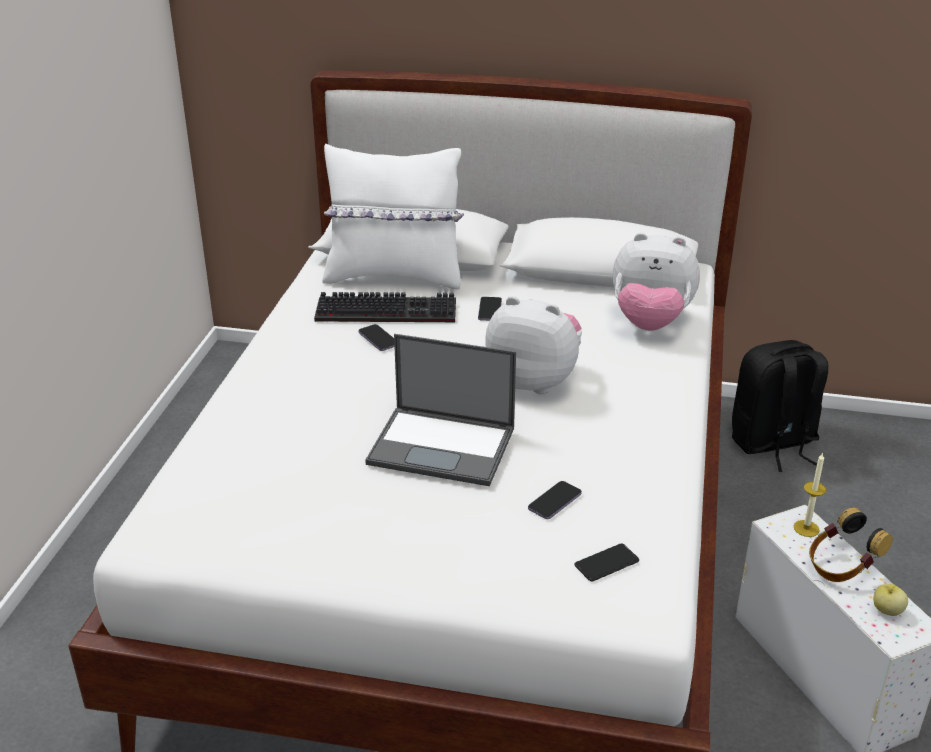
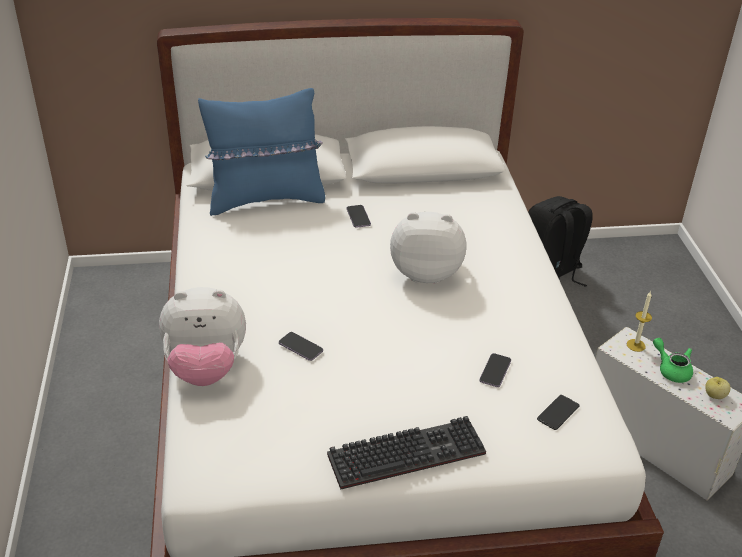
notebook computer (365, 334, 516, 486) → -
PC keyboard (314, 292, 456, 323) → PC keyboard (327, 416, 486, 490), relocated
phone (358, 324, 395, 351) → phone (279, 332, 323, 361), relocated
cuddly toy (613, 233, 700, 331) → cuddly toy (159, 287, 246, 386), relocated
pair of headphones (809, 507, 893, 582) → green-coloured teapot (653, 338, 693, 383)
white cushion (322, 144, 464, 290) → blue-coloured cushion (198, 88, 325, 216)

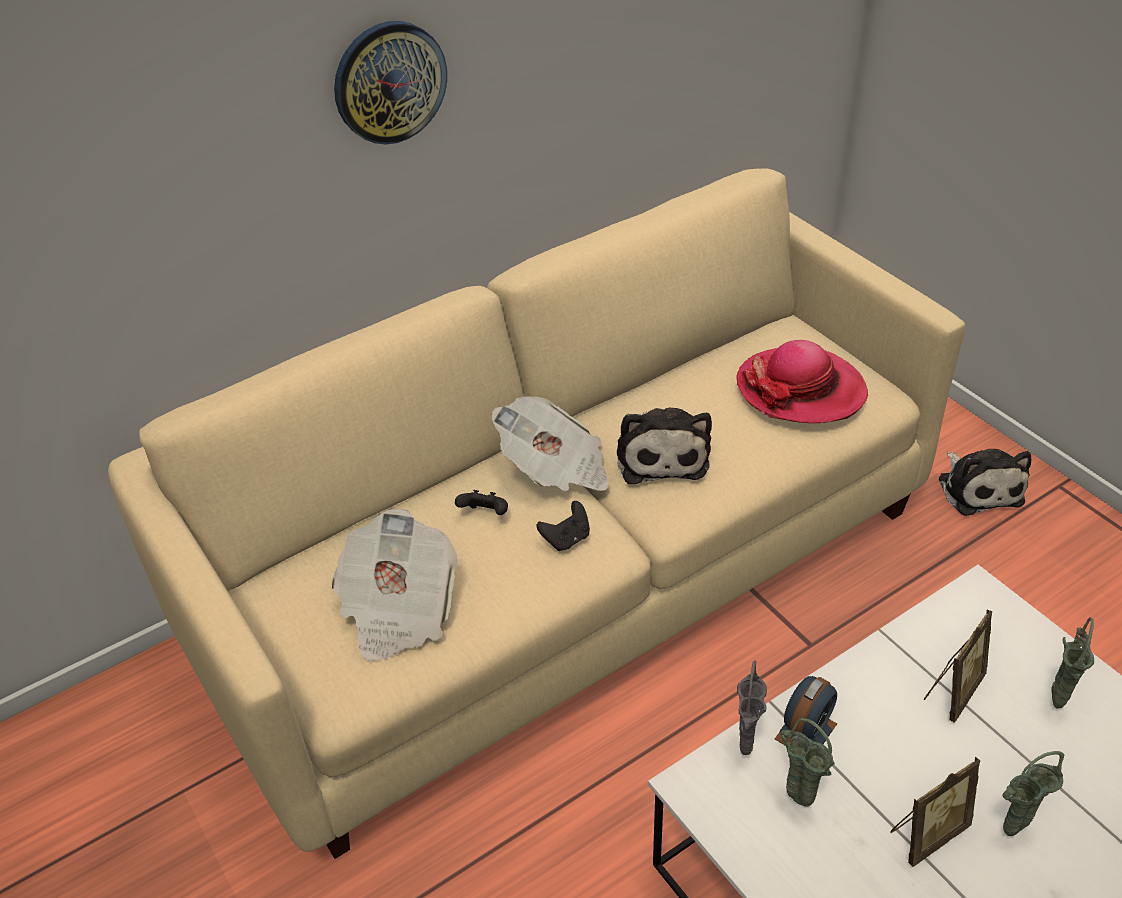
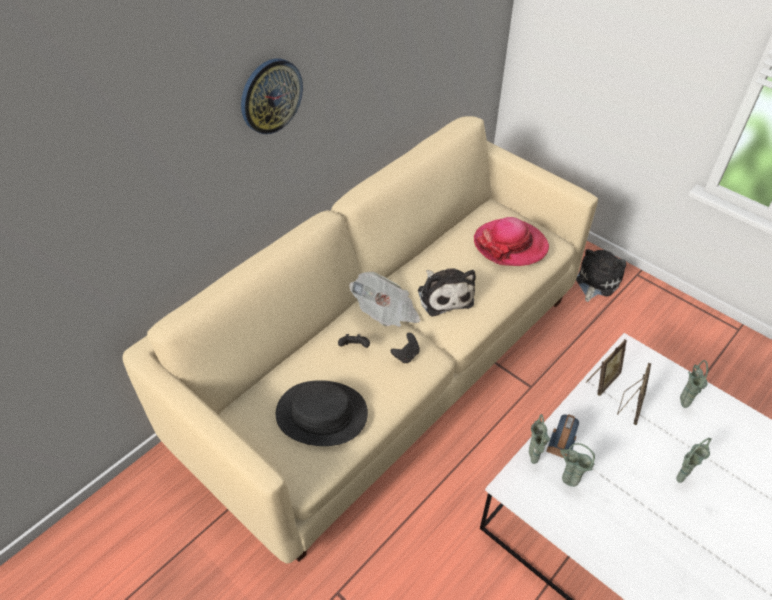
photo frame (890, 757, 980, 867) → photo frame (586, 339, 627, 396), relocated
daily paper (331, 509, 458, 661) → blackish wearable hat (276, 380, 368, 446)
grey flower vase (737, 660, 767, 755) → green-coloured flower vase (529, 414, 550, 464)
cuddly toy (938, 449, 1031, 516) → cuddly toy (576, 249, 626, 302), 120 degrees counterclockwise

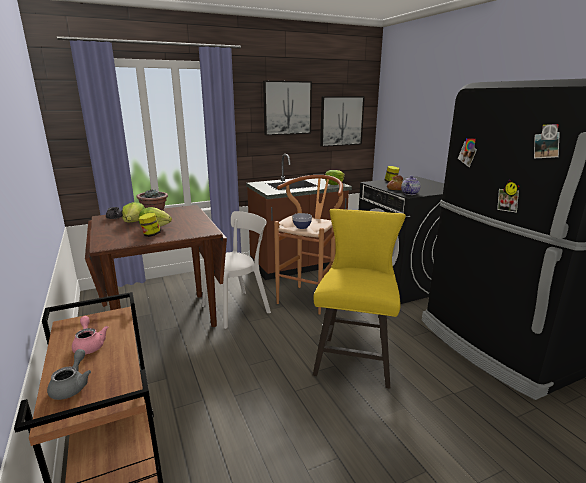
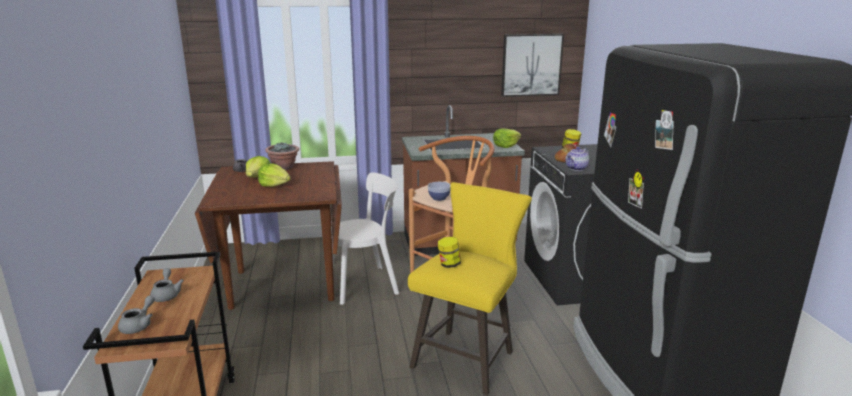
wall art (263, 81, 312, 136) → -
jar (139, 213, 161, 237) → jar (438, 237, 461, 268), relocated
pink teapot (72, 316, 108, 354) → grey teapot (150, 268, 184, 302)

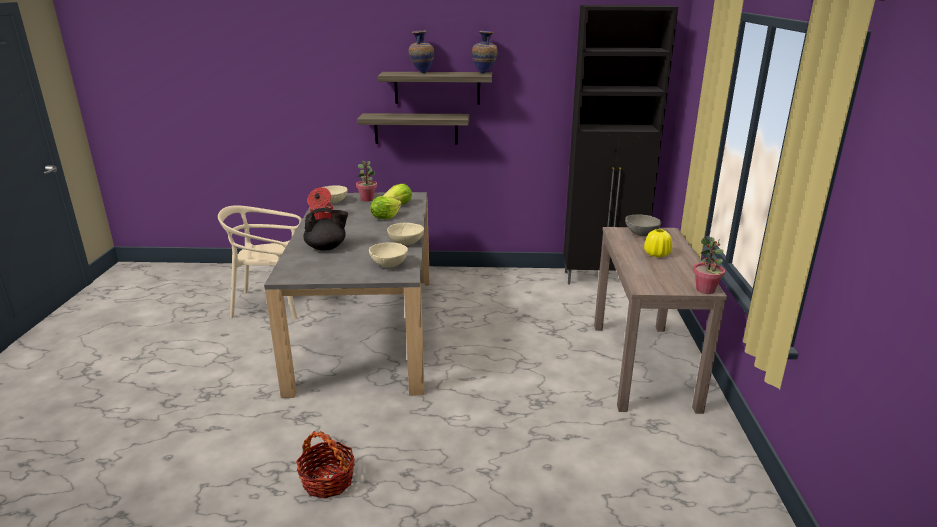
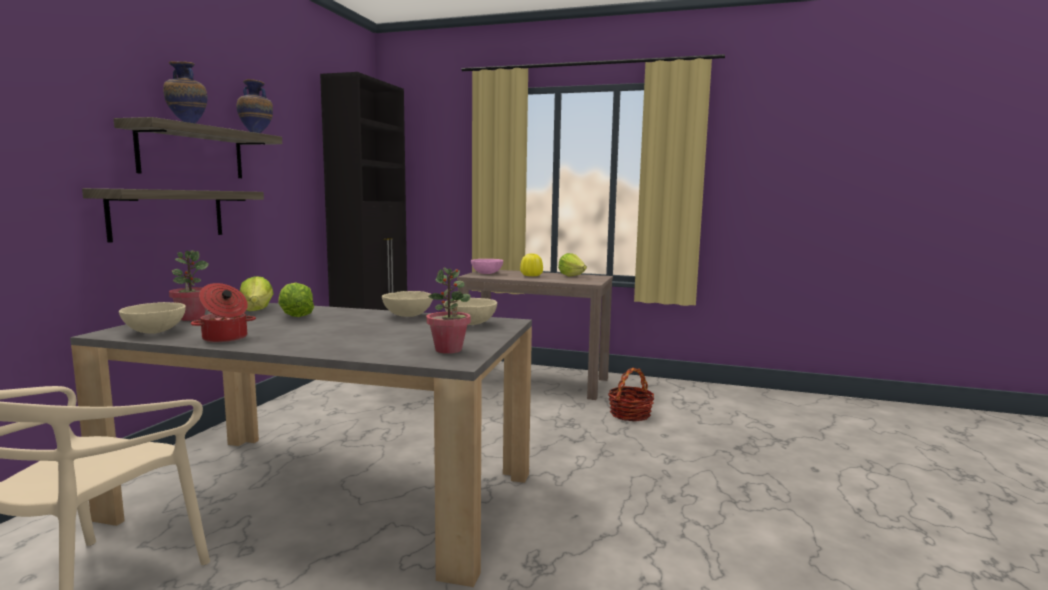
blackish teapot (303, 208, 348, 251) → -
- → lettuce (558, 253, 587, 276)
household basket (296, 431, 355, 499) → household basket (608, 368, 655, 421), relocated
houseplant (693, 237, 725, 294) → houseplant (426, 267, 471, 354), relocated
grey serving bowl (625, 214, 661, 236) → pink serving bowl (471, 259, 503, 274)

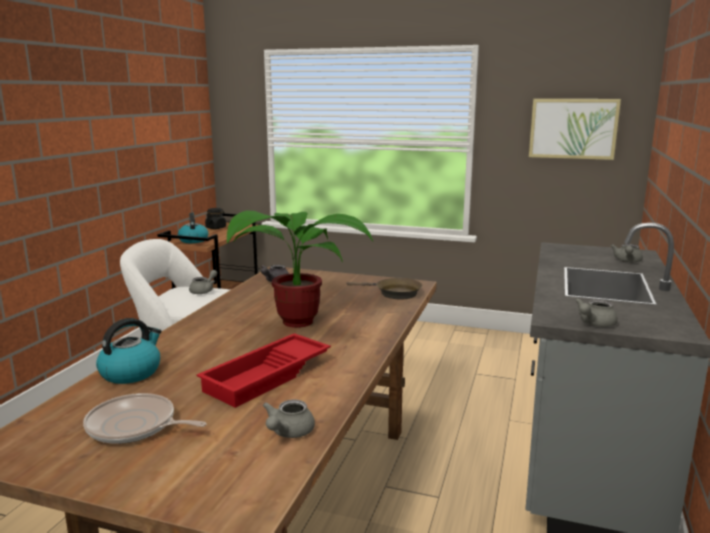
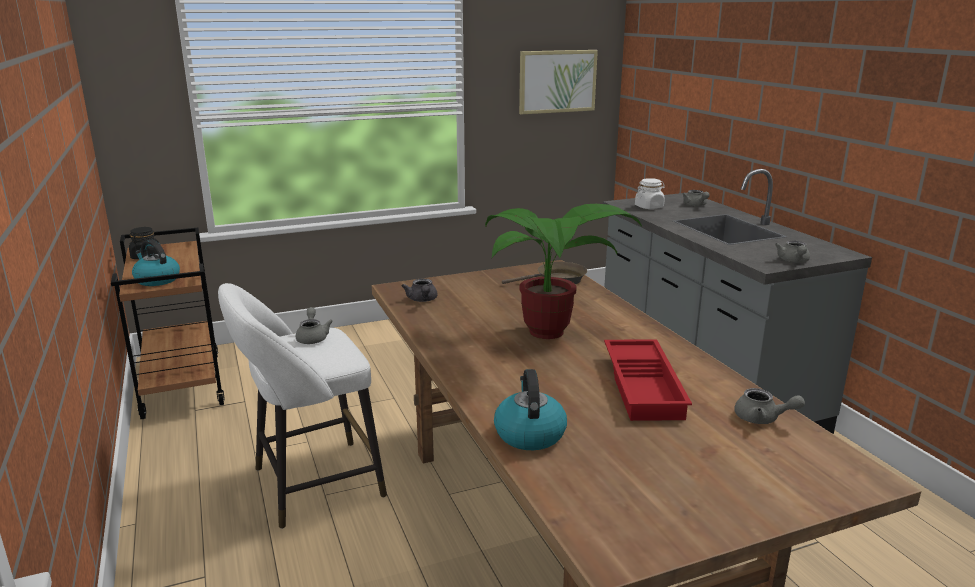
frying pan (83, 393, 207, 444) → -
- → white jar (635, 178, 665, 209)
grey teapot (262, 399, 315, 438) → grey teapot (734, 388, 805, 424), 45 degrees counterclockwise

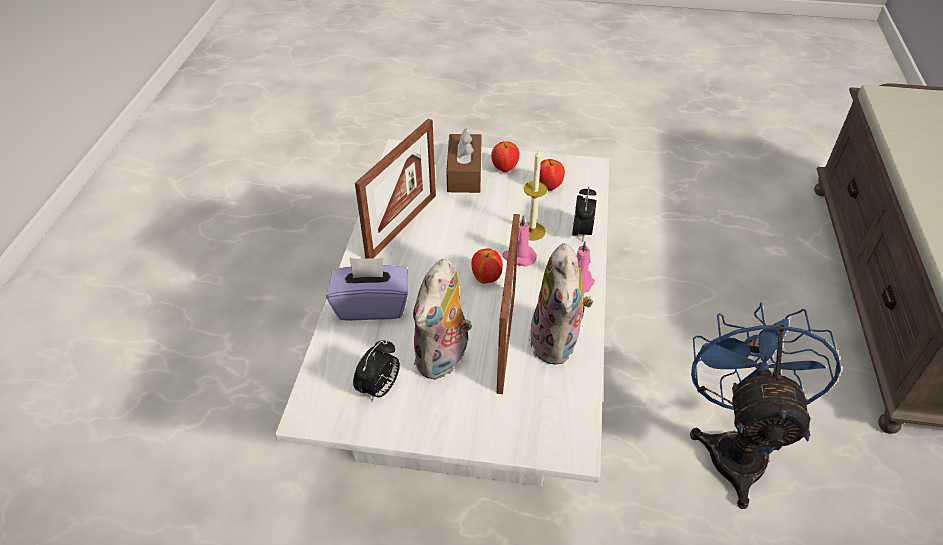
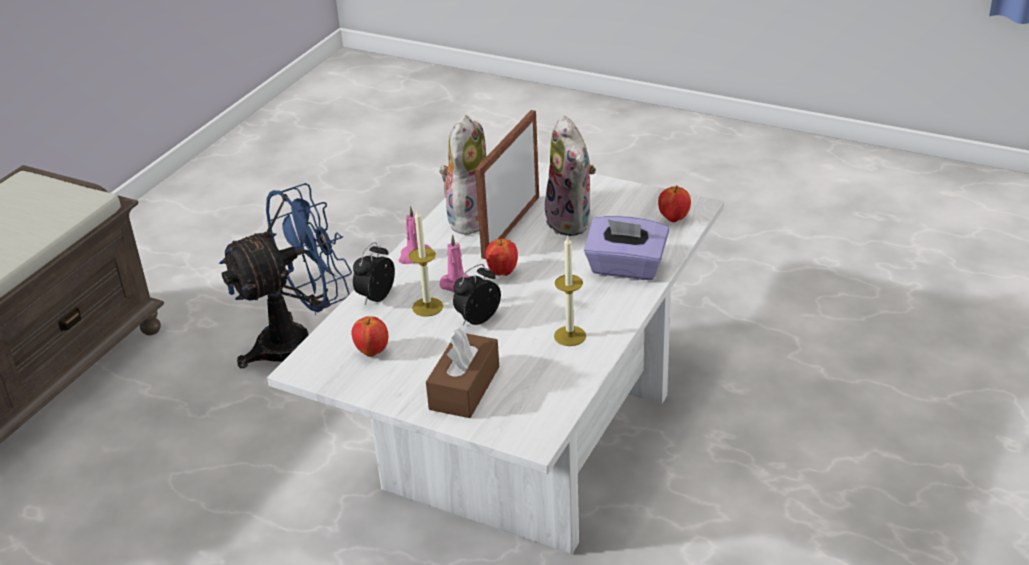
table clock (353, 340, 400, 402) → table clock (453, 264, 501, 325), relocated
apple (491, 141, 520, 173) → apple (658, 185, 691, 222), relocated
photo frame (355, 119, 436, 259) → wax candle (554, 236, 586, 346)
cuddly toy (413, 259, 472, 380) → cuddly toy (544, 115, 596, 236), 120 degrees clockwise
blue-coloured electric fan (690, 303, 841, 509) → blue-coloured electric fan (219, 183, 352, 368), 150 degrees counterclockwise

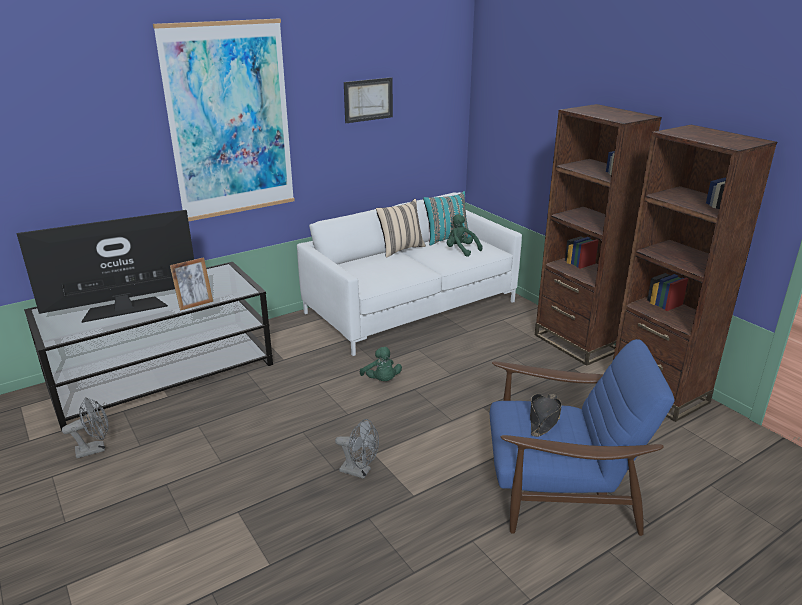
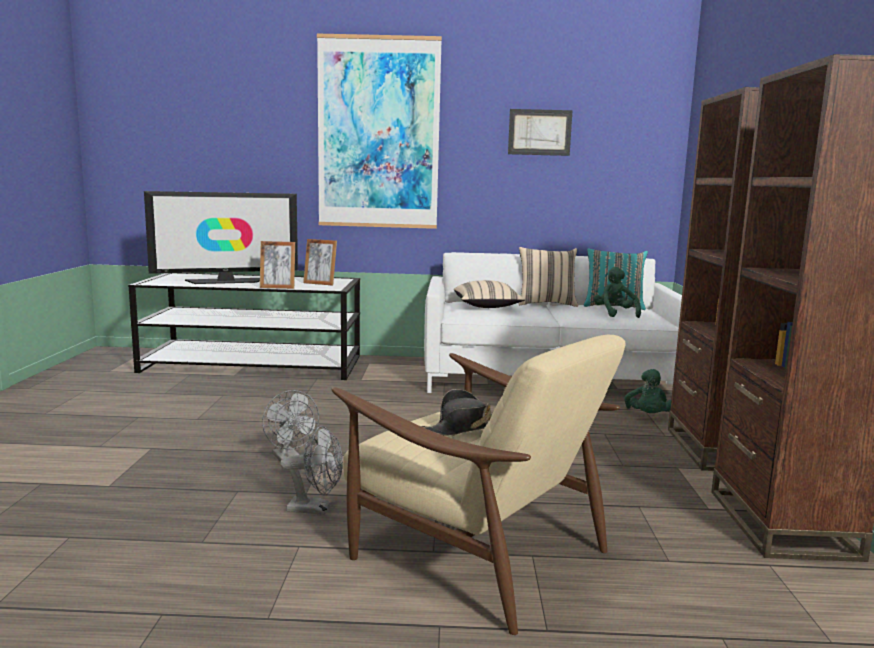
- → photo frame (303, 239, 337, 286)
- → sand-coloured cushion (454, 280, 525, 308)
grey electric fan (62, 397, 109, 458) → grey electric fan (280, 426, 343, 515), relocated
green-coloured cuddly toy (360, 347, 402, 381) → green-coloured cuddly toy (624, 369, 672, 413), relocated
blue-coloured armchair (490, 339, 675, 536) → sand-coloured armchair (331, 335, 626, 635)
television (17, 210, 194, 323) → television (144, 191, 298, 284), 150 degrees clockwise

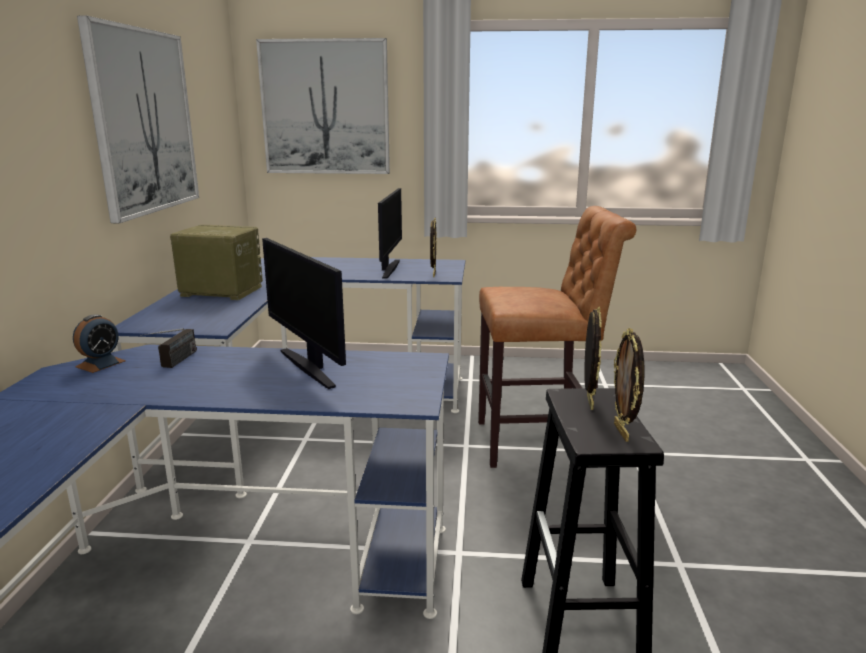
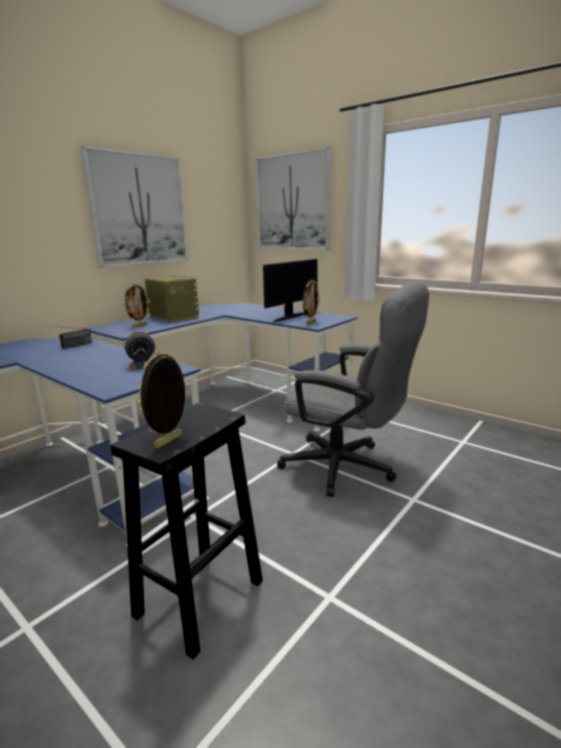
monitor (262, 238, 346, 389) → -
table clock (73, 314, 126, 373) → table clock (124, 331, 155, 370), relocated
photo frame (584, 306, 602, 410) → photo frame (124, 283, 150, 328), relocated
brown-coloured sitting stool (478, 206, 636, 468) → grey desk chair (277, 282, 429, 497)

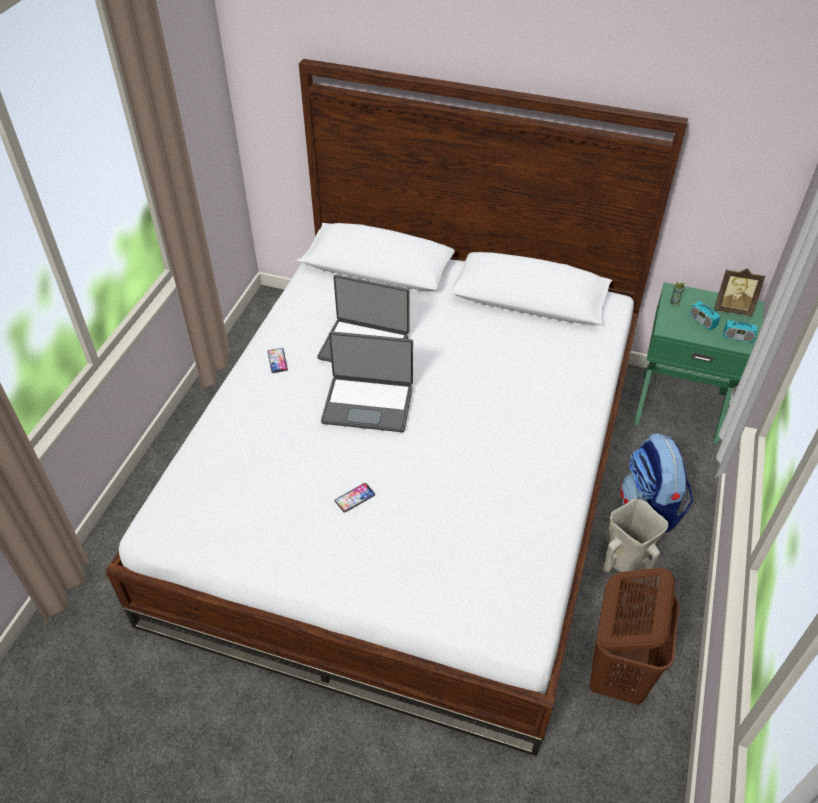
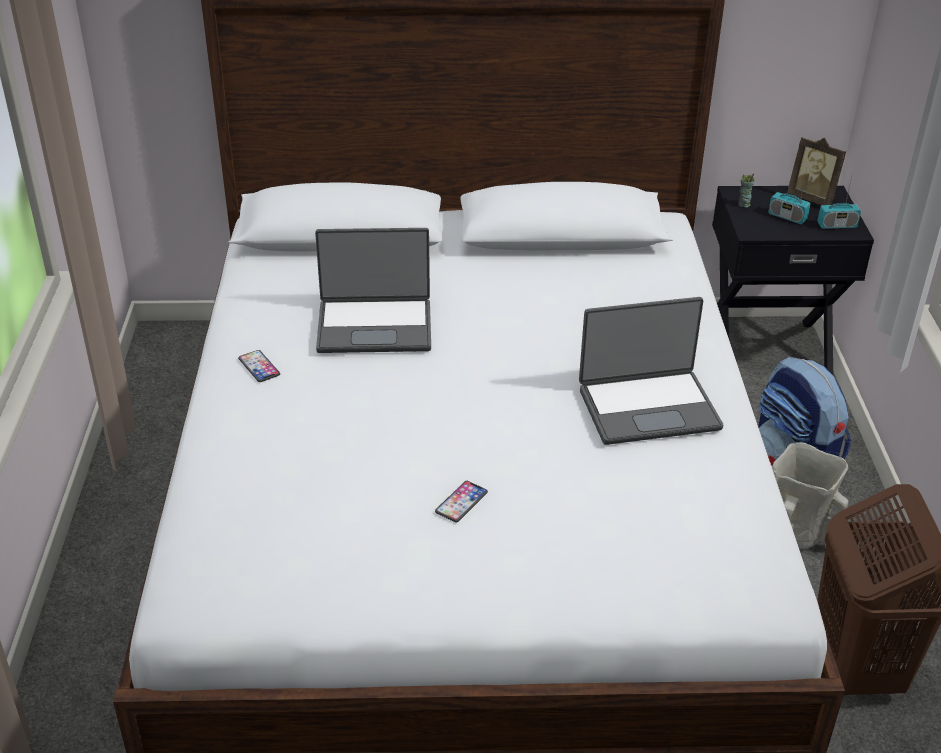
notebook computer (321, 331, 413, 432) → notebook computer (579, 297, 723, 445), relocated
green-coloured night table (634, 282, 764, 444) → blackish night table (712, 186, 874, 375)
photo frame (714, 268, 766, 316) → photo frame (787, 137, 846, 205), 45 degrees clockwise

